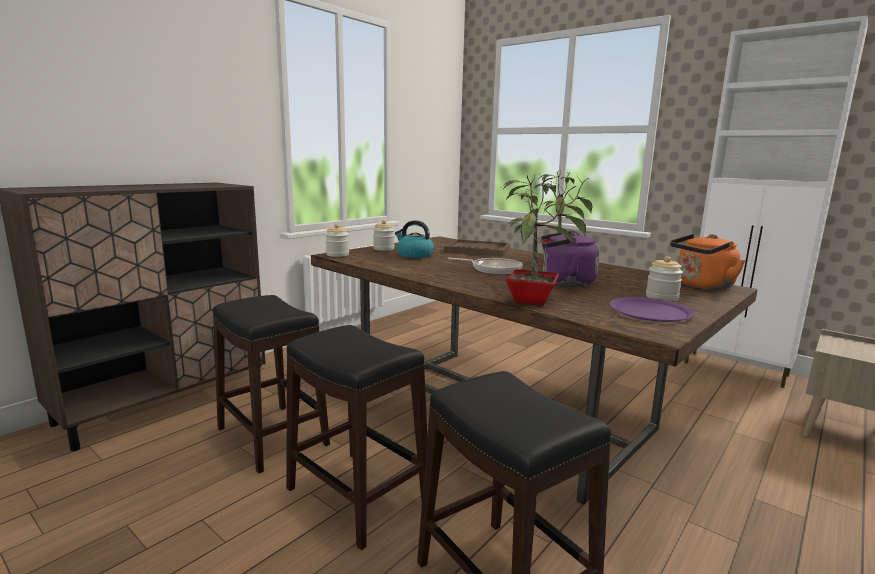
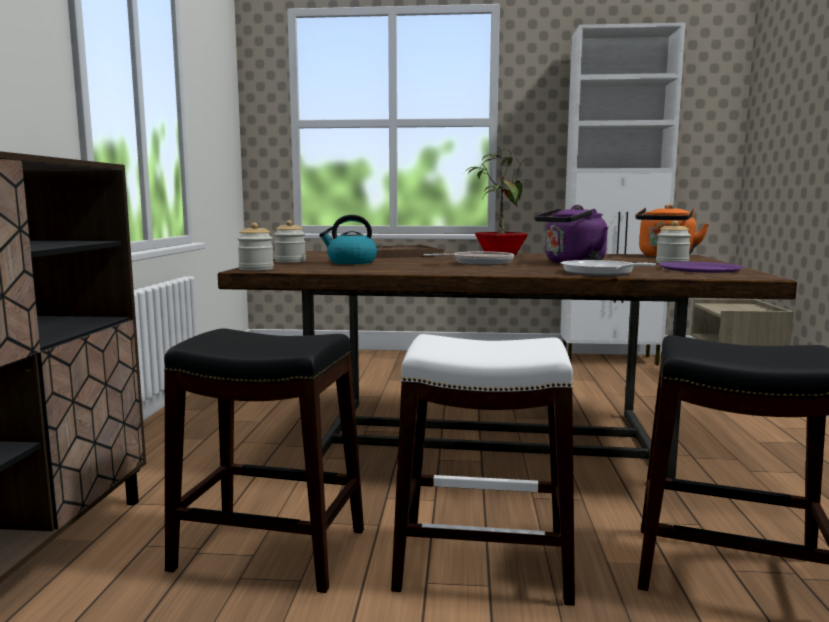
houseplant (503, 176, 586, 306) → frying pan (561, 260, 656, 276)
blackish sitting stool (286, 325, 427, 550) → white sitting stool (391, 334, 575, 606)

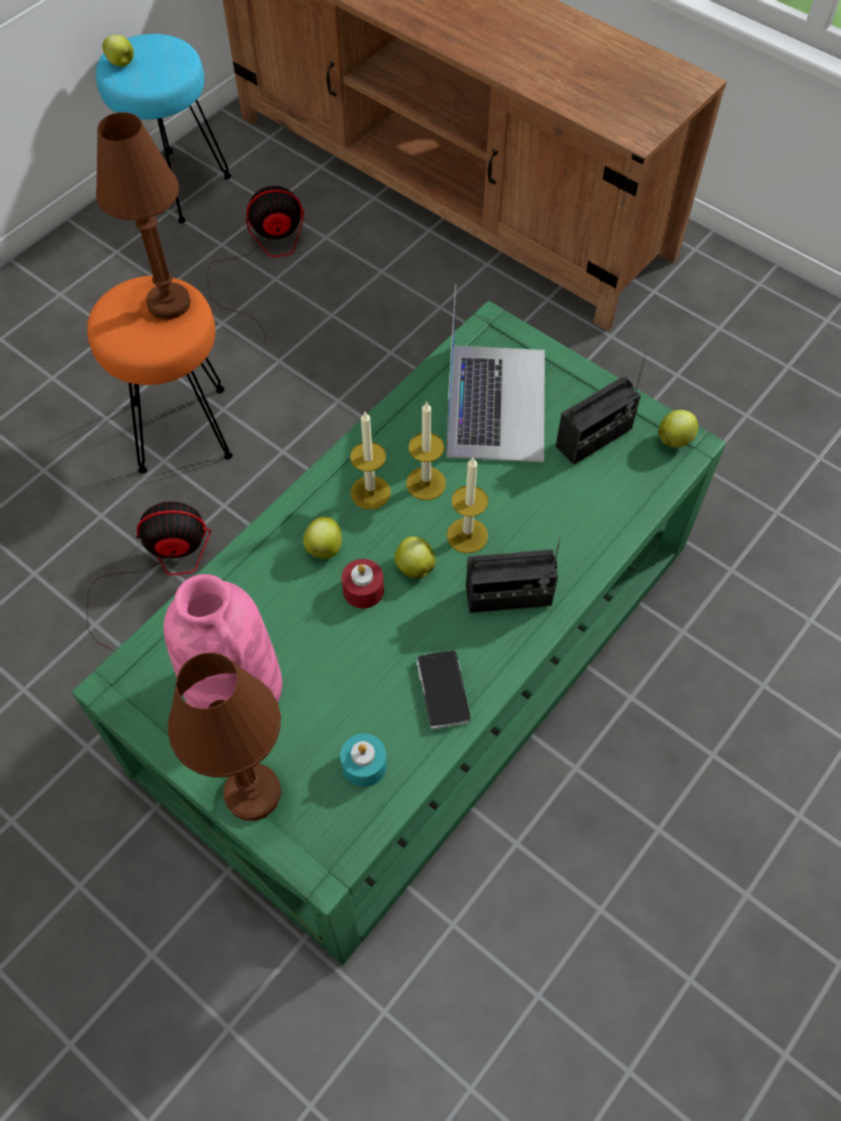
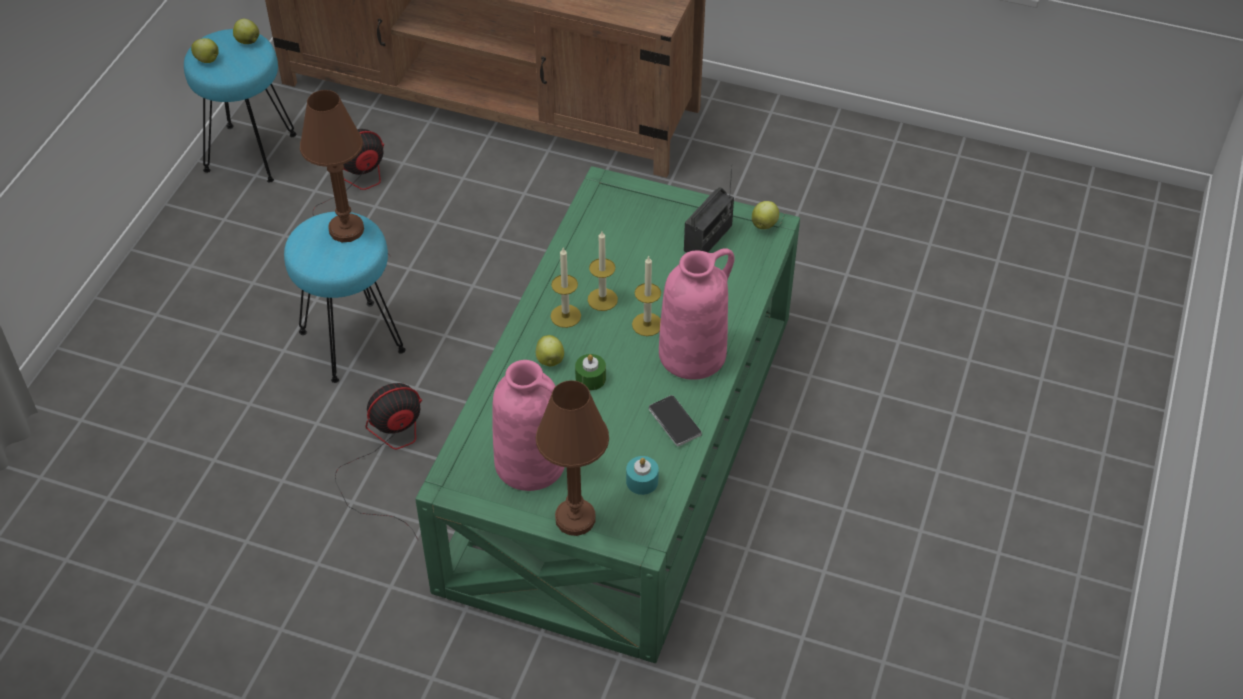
notebook computer (446, 284, 545, 462) → -
apple (394, 536, 436, 579) → apple (233, 19, 259, 44), relocated
radio receiver (466, 536, 561, 613) → pink flower vase (659, 248, 734, 380)
orange sitting stool (87, 276, 233, 473) → turquoise sitting stool (284, 212, 406, 383)
reddish wax candle (341, 559, 384, 608) → green-coloured wax candle (575, 354, 606, 390)

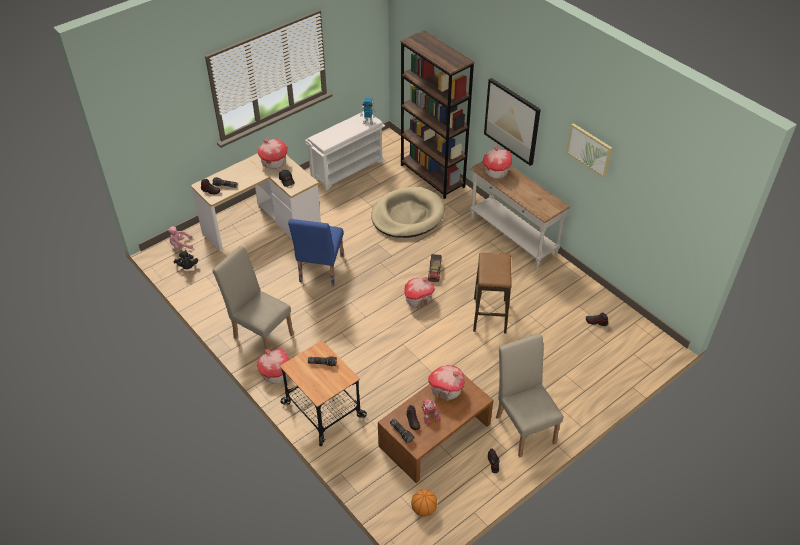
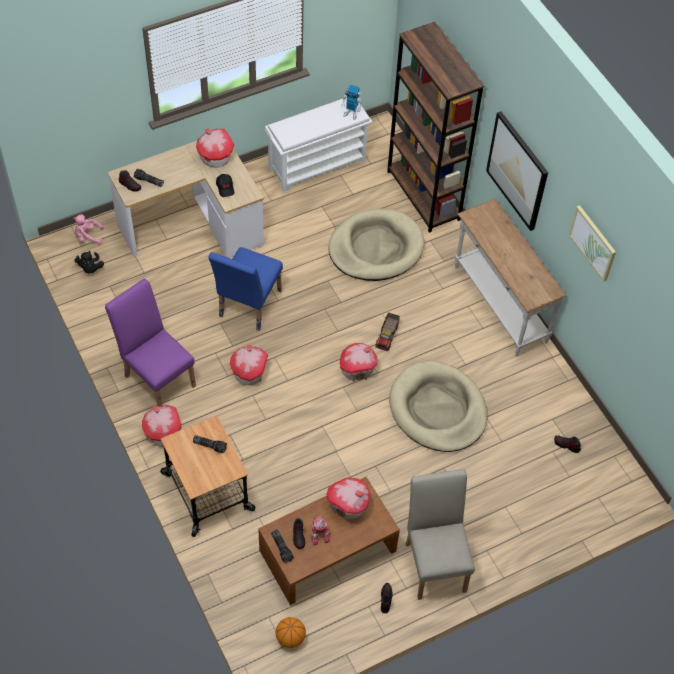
toy house (483, 146, 512, 179) → toy house (230, 344, 268, 385), relocated
sitting stool (473, 253, 512, 334) → sand-coloured pet bed (389, 360, 488, 452)
sand-coloured plain chair (212, 246, 294, 350) → purple plain chair (105, 279, 196, 406)

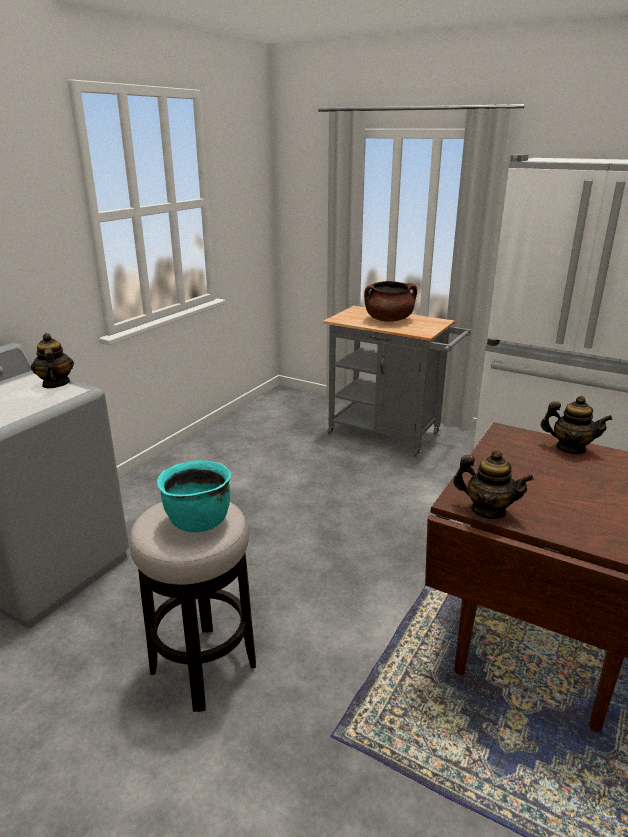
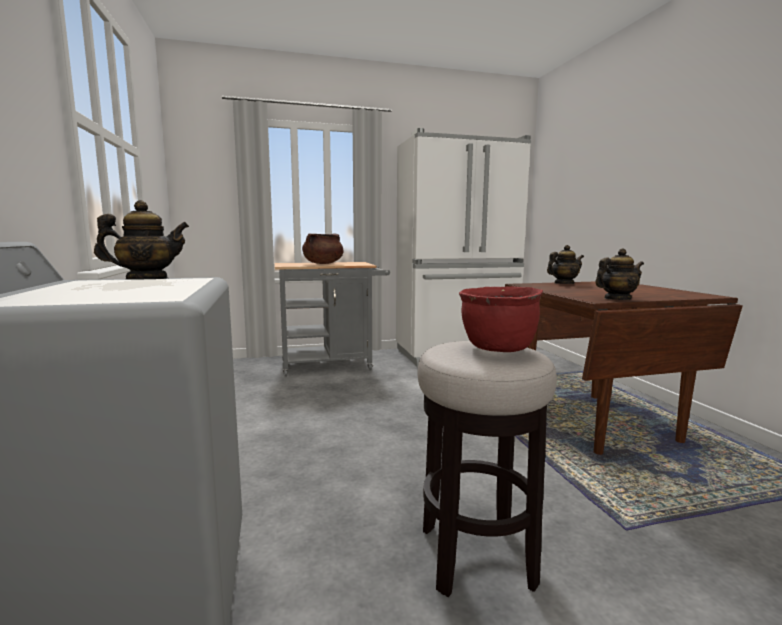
turquoise cooking pot (157, 460, 231, 533) → reddish cooking pot (459, 286, 543, 352)
teapot (31, 333, 74, 388) → teapot (94, 200, 189, 279), 135 degrees clockwise

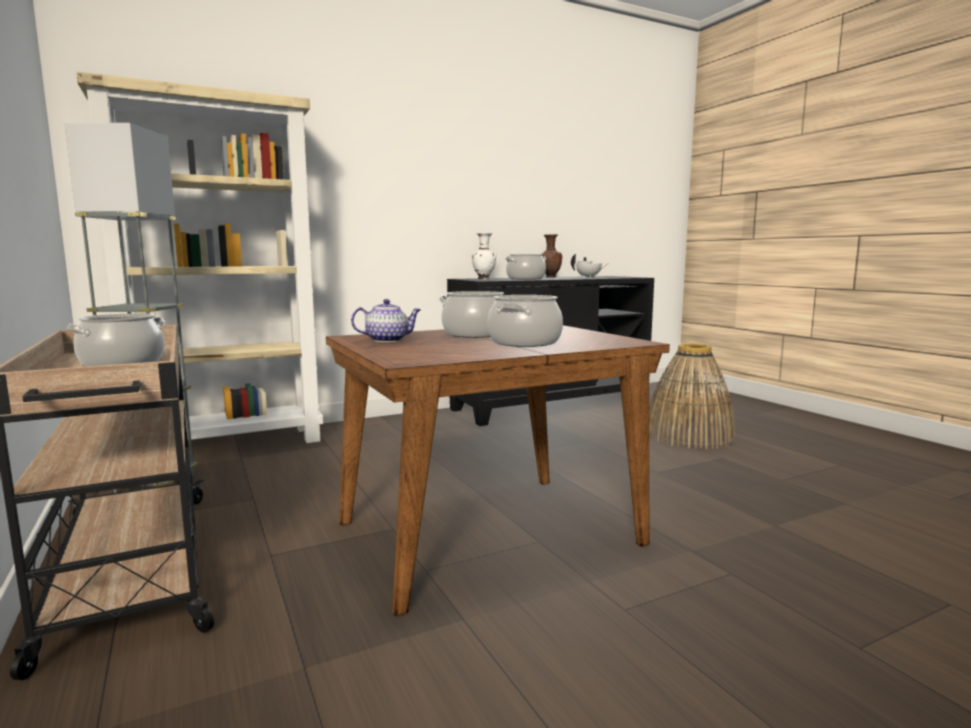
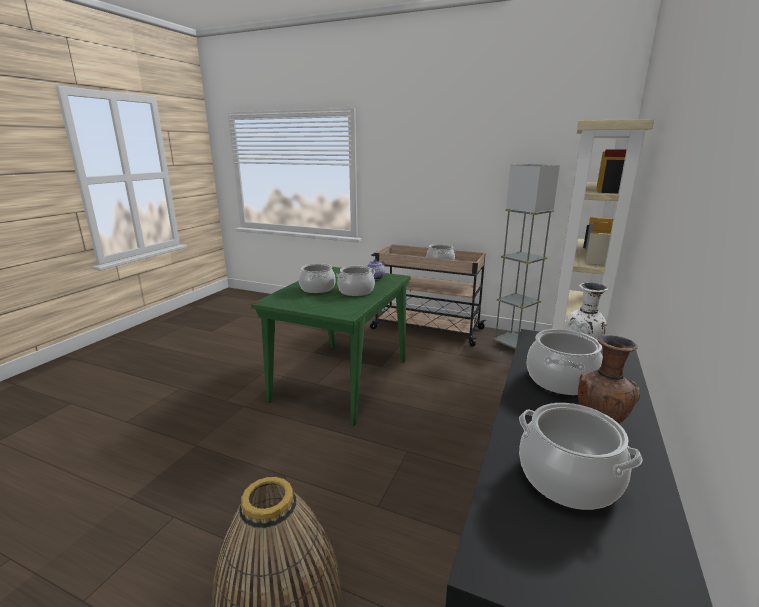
white teapot (571, 254, 608, 278) → cooking pot (519, 403, 643, 510)
brown-coloured dining table (326, 325, 670, 616) → green-coloured dining table (251, 267, 411, 425)

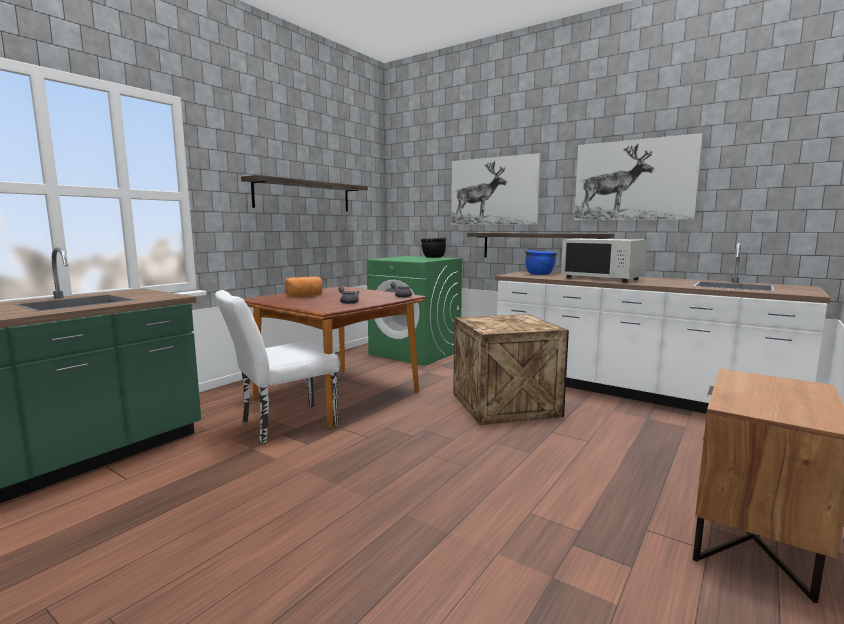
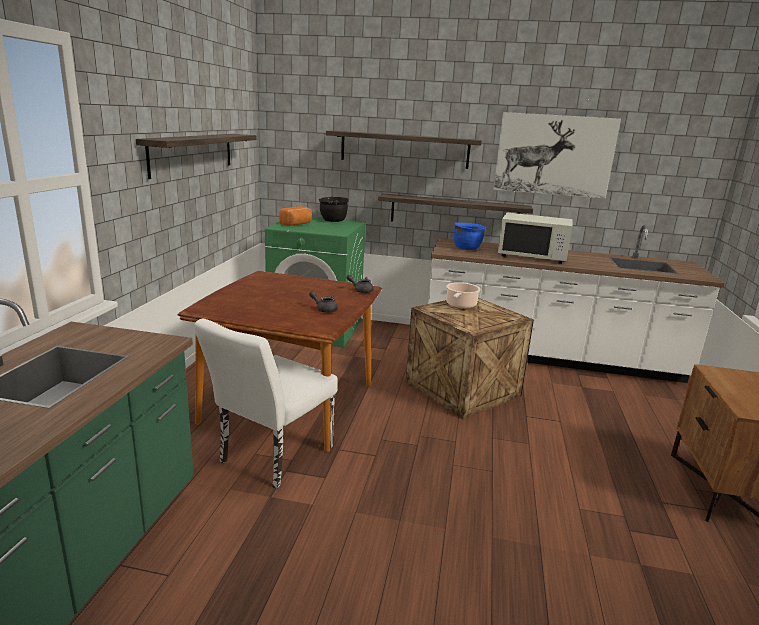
- → cooking pot (446, 282, 481, 309)
bakery bread (285, 276, 322, 297) → bakery bread (279, 206, 312, 226), relocated
wall art (451, 153, 541, 225) → bracket shelf (326, 130, 482, 169)

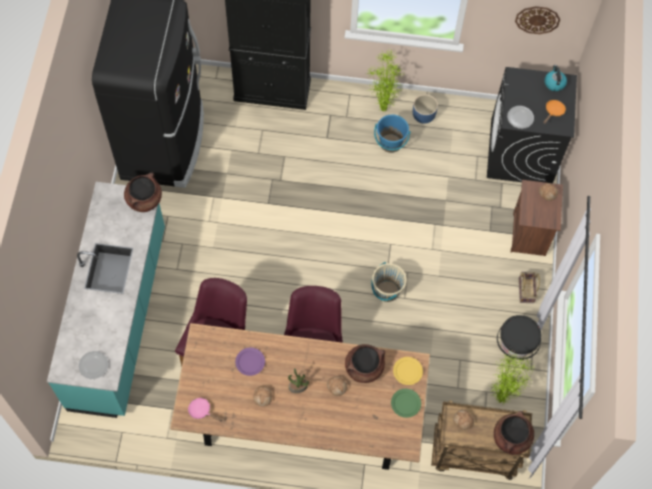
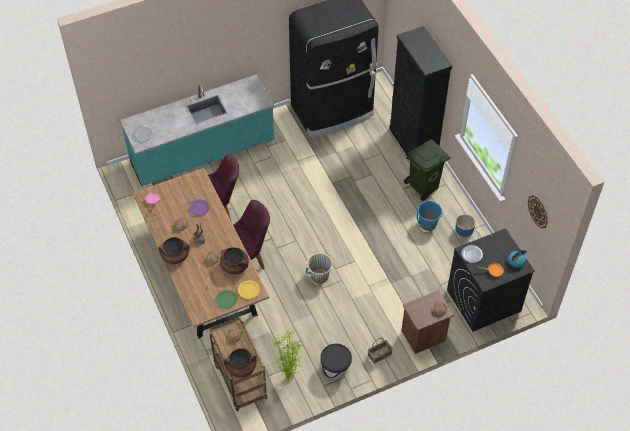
houseplant (367, 48, 404, 112) → -
- → green-coloured trash can (404, 139, 450, 201)
brown-coloured cooking pot (124, 173, 162, 212) → brown-coloured cooking pot (159, 237, 190, 264), relocated

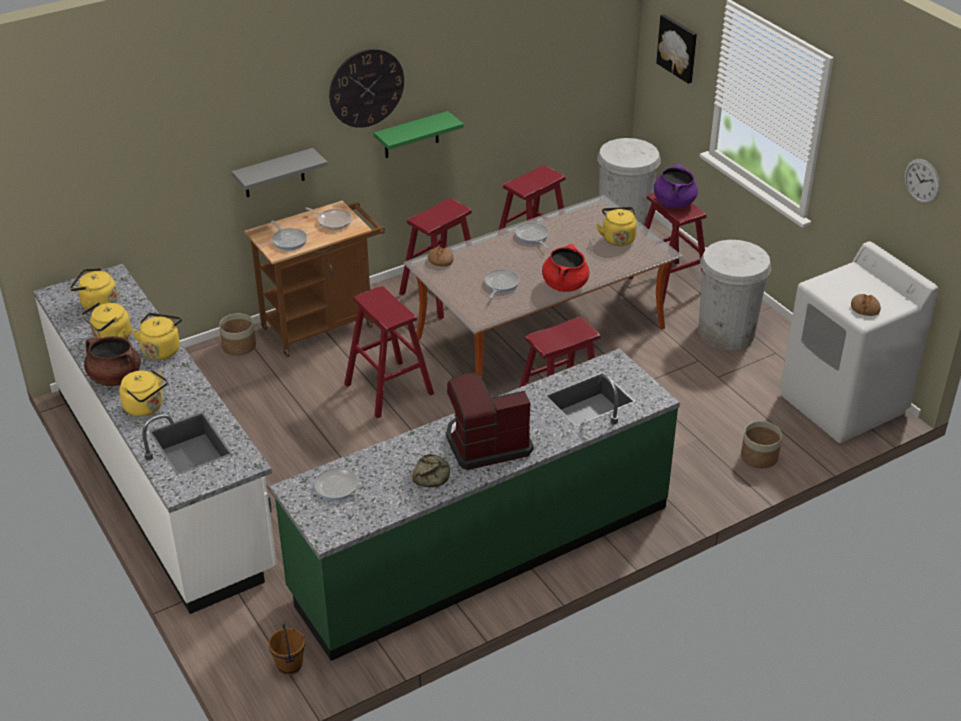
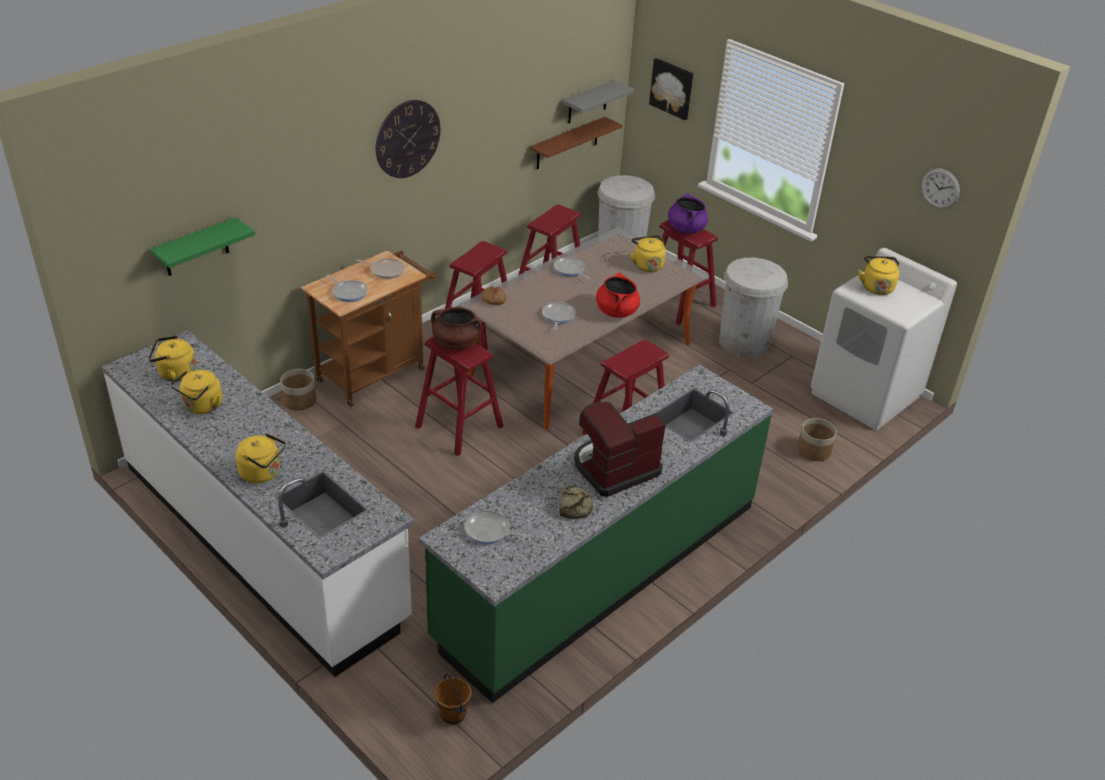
bakery bread (851, 294, 881, 316) → -
- → brown-coloured bracket shelf (530, 117, 623, 169)
brown-coloured cooking pot (84, 336, 141, 386) → brown-coloured cooking pot (431, 307, 482, 350), relocated
yellowish tea kettle (131, 313, 182, 360) → yellowish tea kettle (859, 256, 900, 295), relocated
grey bracket shelf (232, 148, 328, 197) → grey bracket shelf (562, 80, 634, 124), relocated
green-coloured bracket shelf (374, 111, 464, 158) → green-coloured bracket shelf (150, 217, 255, 276), relocated

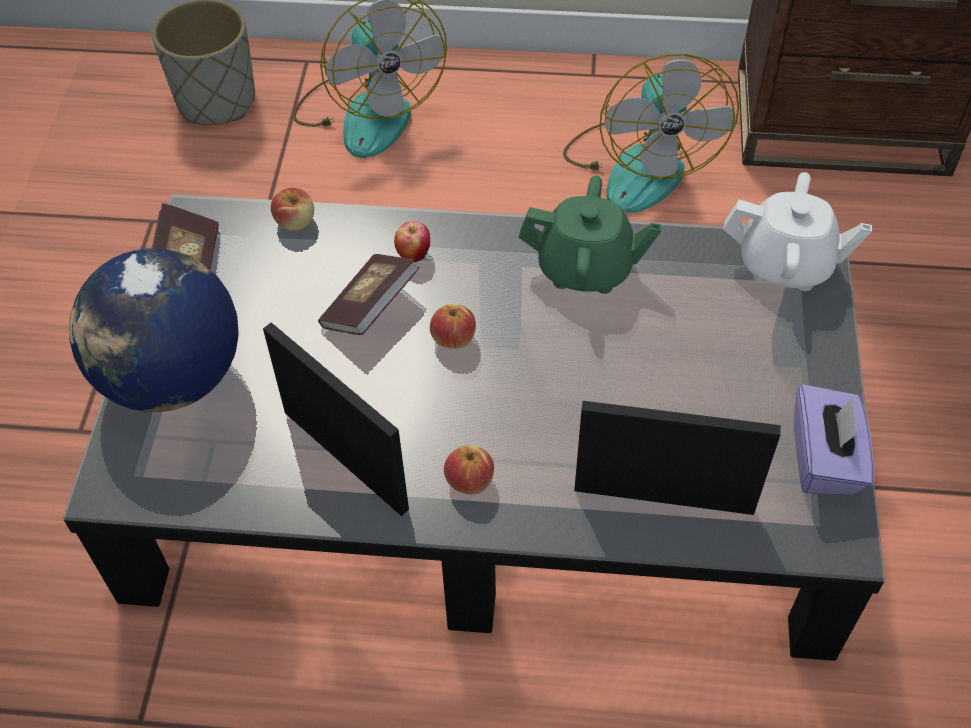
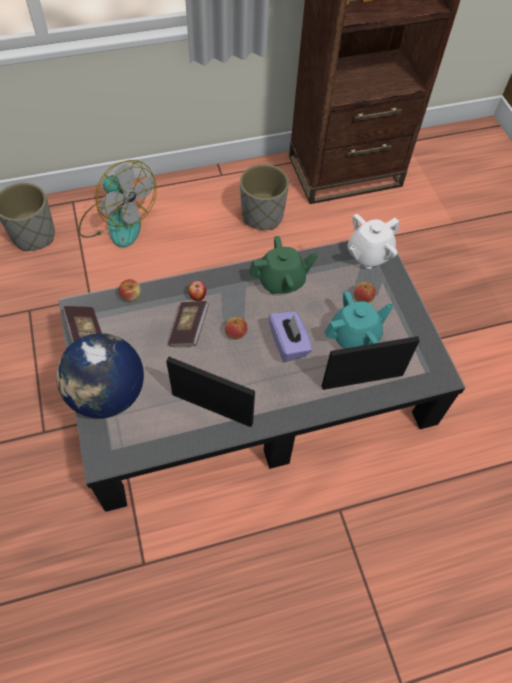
- → turquoise teapot (324, 291, 394, 349)
apple (444, 445, 494, 495) → apple (353, 282, 376, 303), relocated
purple tissue box (794, 384, 874, 495) → purple tissue box (269, 311, 313, 362), relocated
electric fan (563, 54, 739, 213) → grey plant pot (240, 164, 289, 230)
white teapot (723, 172, 872, 291) → white teapot (348, 214, 399, 269), 150 degrees clockwise

